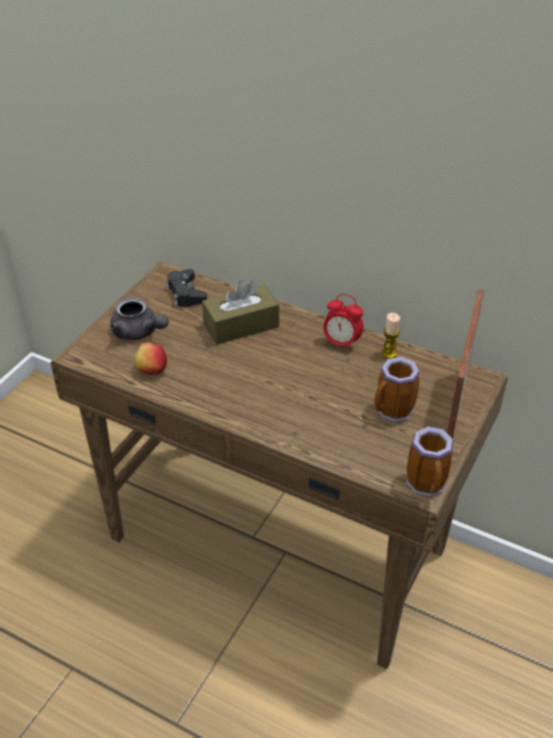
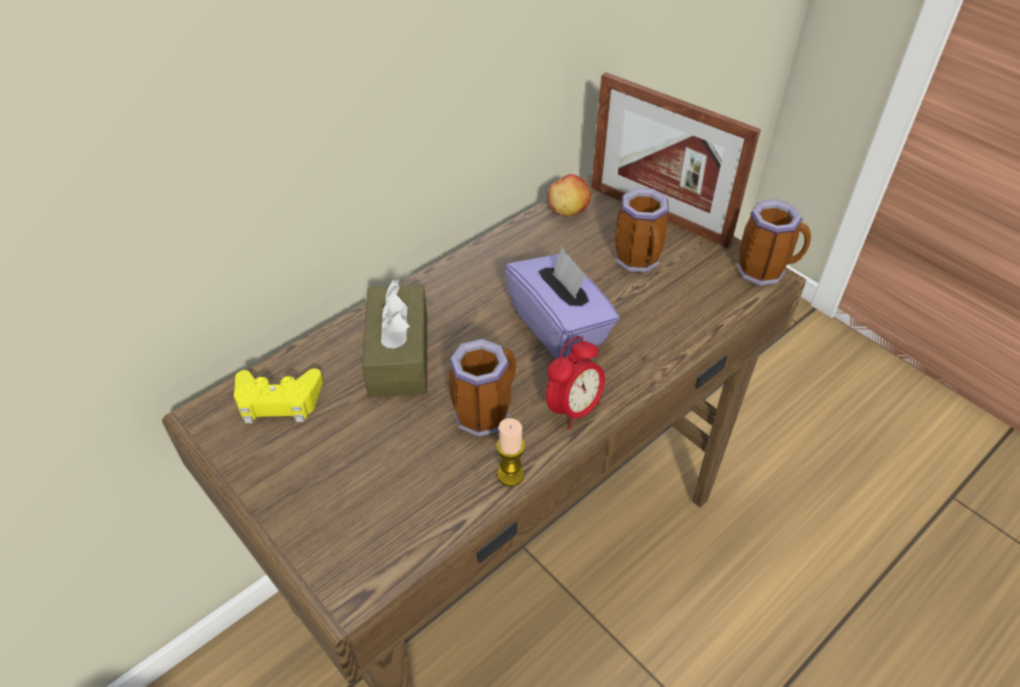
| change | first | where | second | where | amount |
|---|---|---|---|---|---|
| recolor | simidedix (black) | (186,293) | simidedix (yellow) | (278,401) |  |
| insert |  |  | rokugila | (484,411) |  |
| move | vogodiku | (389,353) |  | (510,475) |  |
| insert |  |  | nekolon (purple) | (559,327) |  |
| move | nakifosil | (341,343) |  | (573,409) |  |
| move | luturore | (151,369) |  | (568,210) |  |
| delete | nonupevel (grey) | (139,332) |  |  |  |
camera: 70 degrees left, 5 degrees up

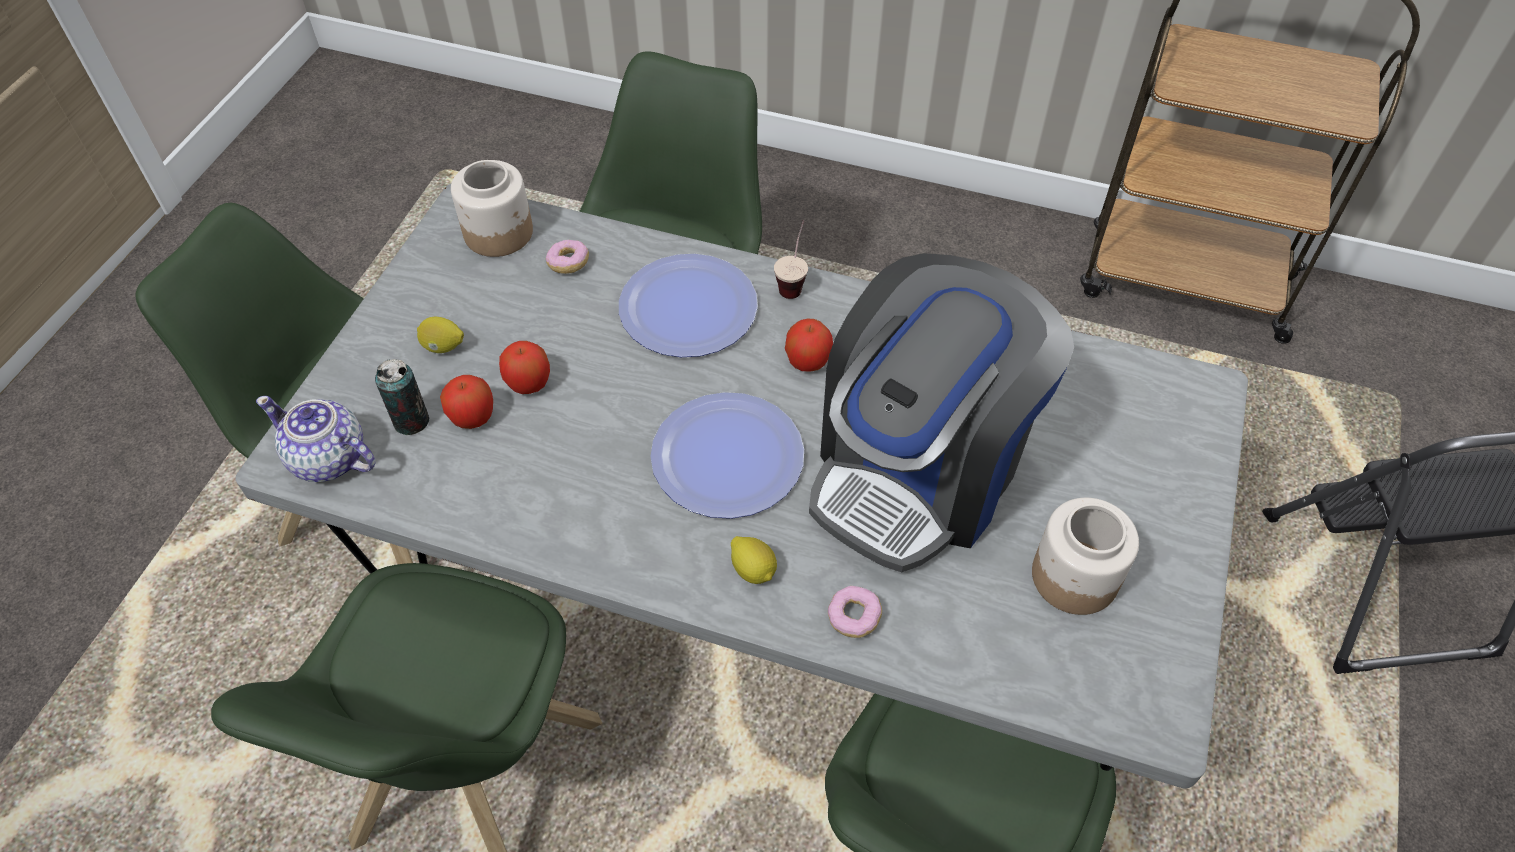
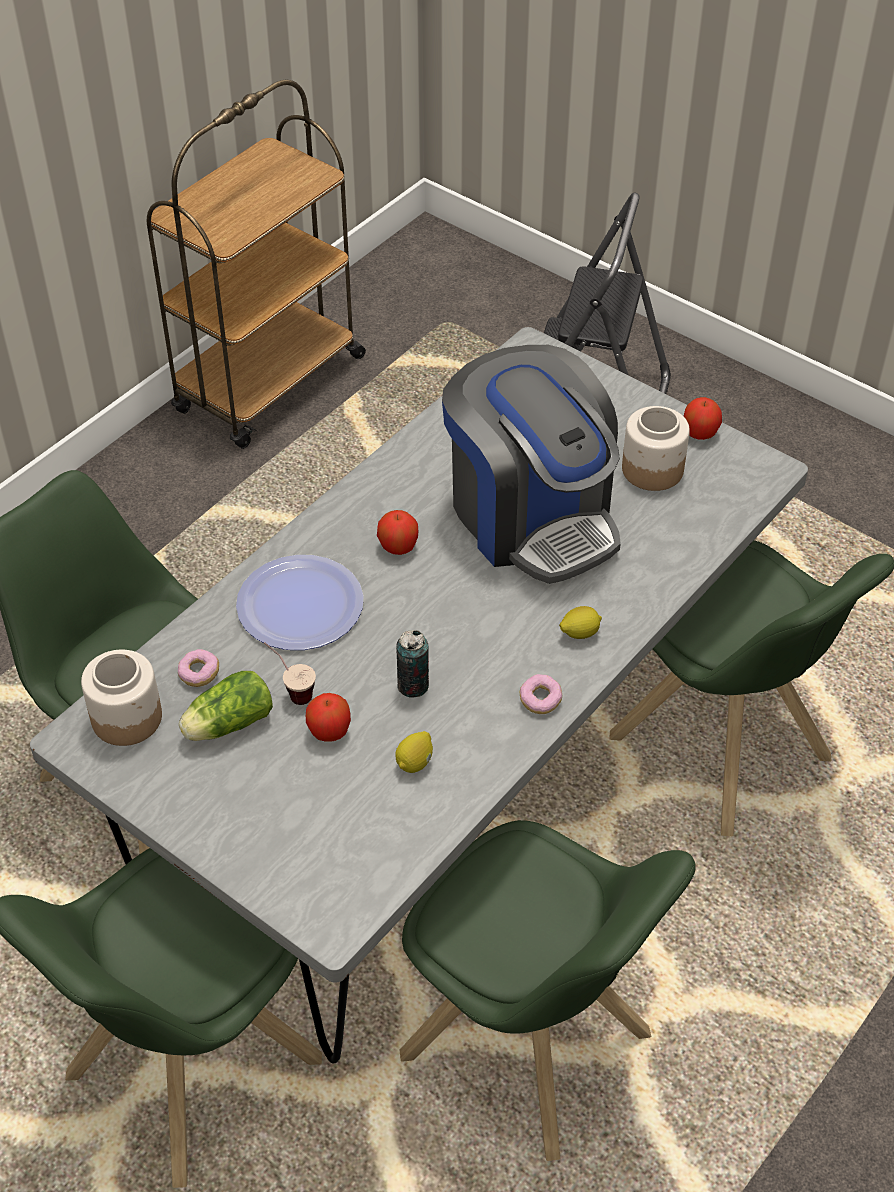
| change | first | where | second | where | amount |
|---|---|---|---|---|---|
| insert |  |  | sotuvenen | (226,725) |  |
| move | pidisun | (793,281) |  | (291,690) |  |
| move | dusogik | (443,347) |  | (415,762) |  |
| move | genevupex | (411,421) |  | (413,685) |  |
| move | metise | (853,617) |  | (540,700) |  |
| move | luturore | (472,417) |  | (700,433) |  |
| delete | nonupevel | (329,459) |  |  |  |
| delete | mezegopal | (728,457) |  |  |  |
camera: 70 degrees left, 5 degrees down

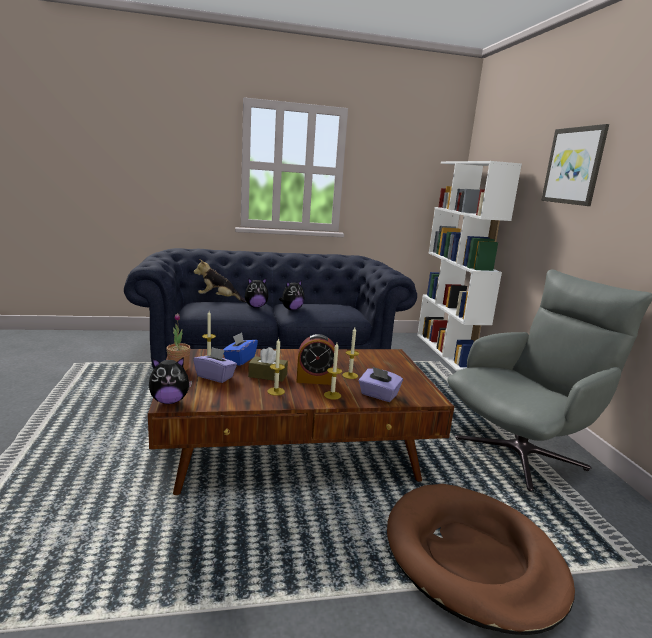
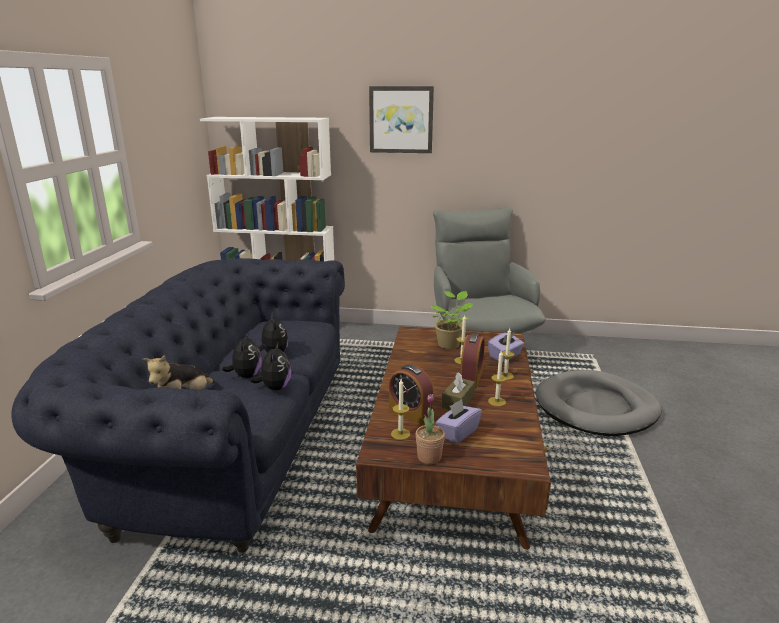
| change | first | where | second | where | amount |
|---|---|---|---|---|---|
| move | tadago | (169,401) |  | (275,387) |  |
| replace | nekolon (blue) | (239,360) | nakifosil | (410,413) |  |
| insert |  |  | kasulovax | (449,344) |  |
| recolor | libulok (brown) | (472,558) | libulok (grey) | (596,407) |  |
camera: 70 degrees left, 5 degrees up

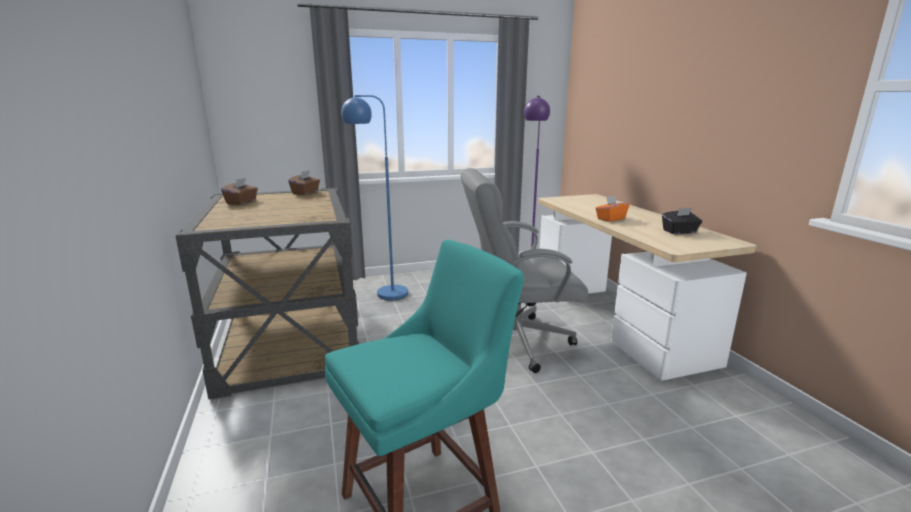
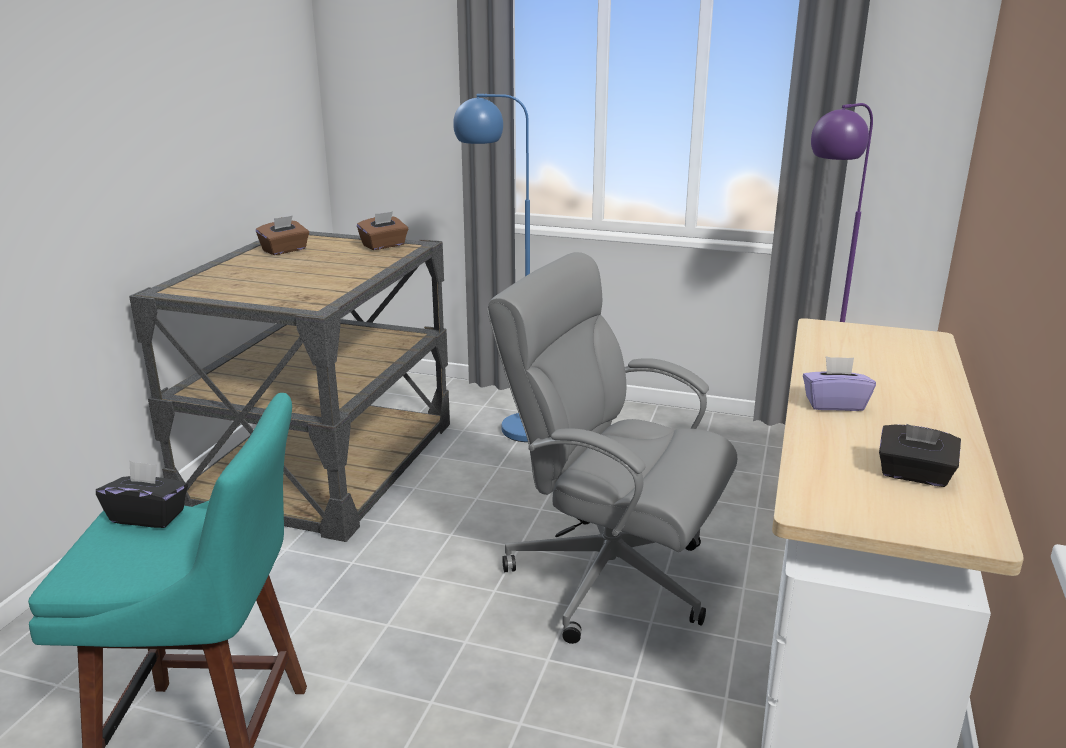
| change | first | where | second | where | amount |
|---|---|---|---|---|---|
| insert |  |  | nekolon (black) | (148,516) |  |
| recolor | nekolon (orange) | (610,219) | nekolon (purple) | (834,404) |  |
camera: 35 degrees right, 5 degrees up

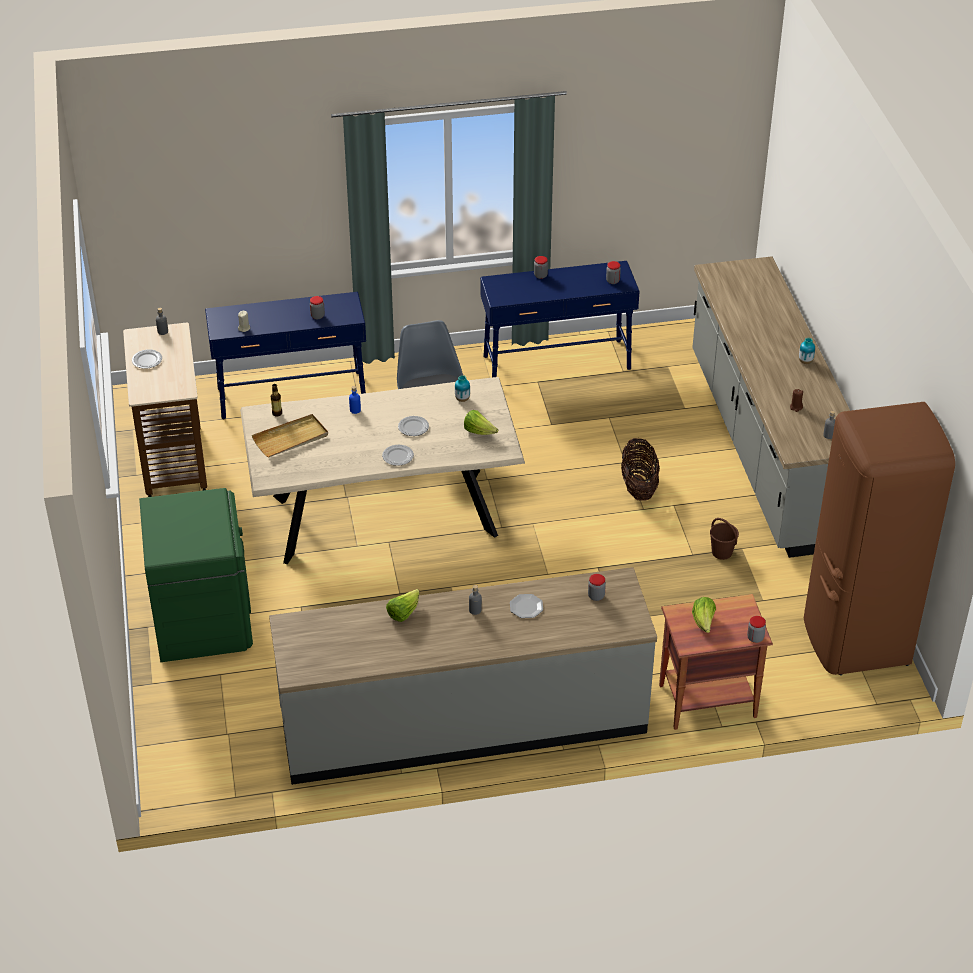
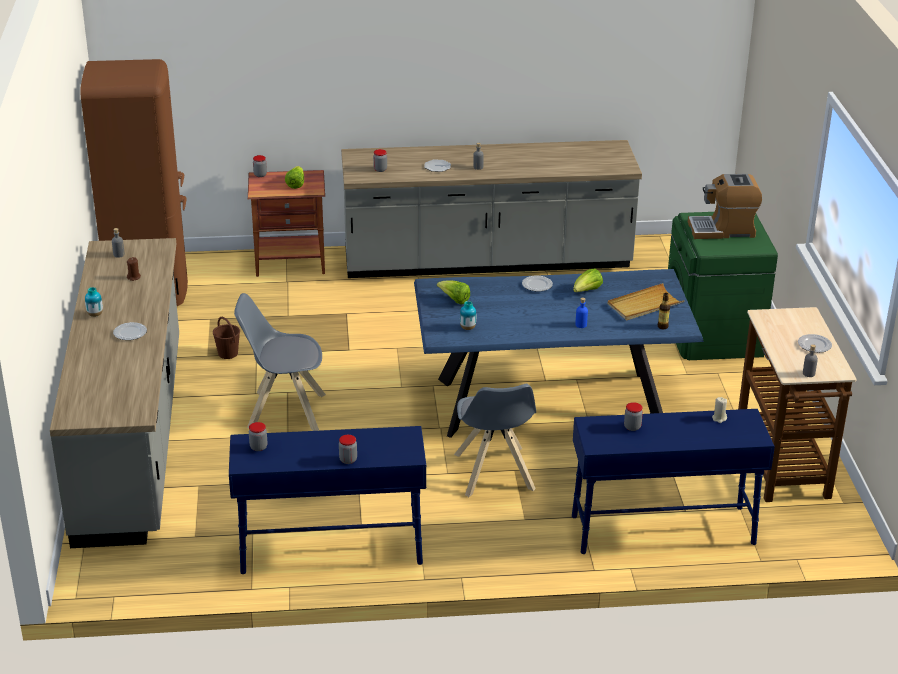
| change | first | where | second | where | amount |
|---|---|---|---|---|---|
| move | mezegopal | (413,427) |  | (130,333) |  |
| replace | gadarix | (639,487) | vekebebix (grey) | (284,411) |  |
| recolor | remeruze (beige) | (384,515) | remeruze (blue) | (549,402) |  |
| move | sotuvenen | (403,613) |  | (587,291) |  |
| insert |  |  | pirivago | (722,230) |  |
camera: 175 degrees left, 10 degrees down

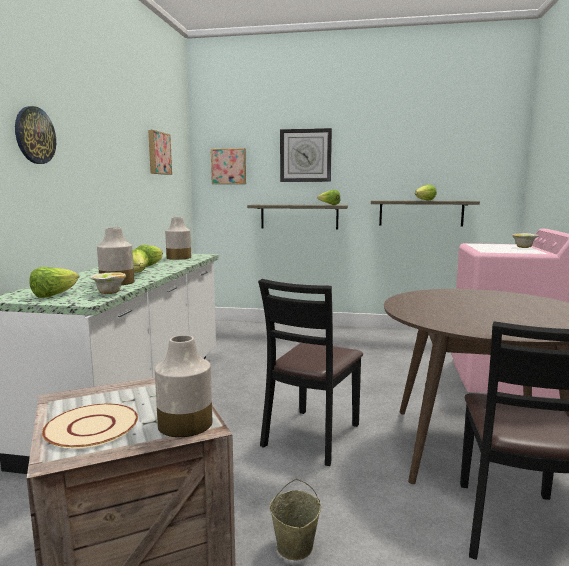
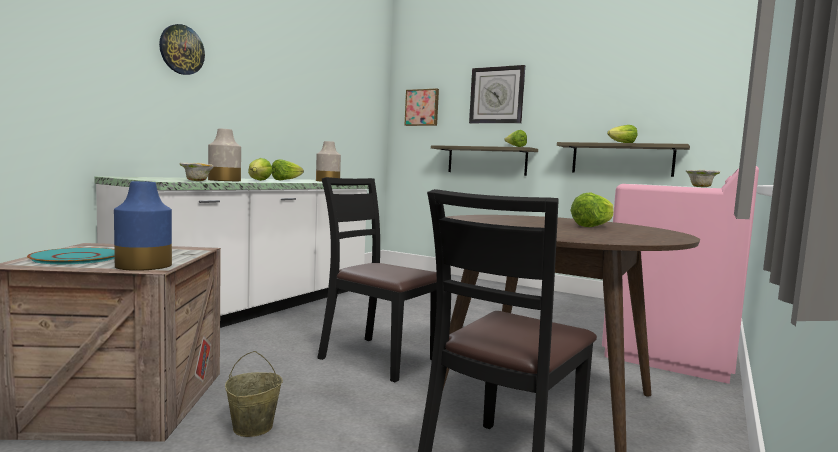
| change | first | where | second | where | amount |
|---|---|---|---|---|---|
| recolor | mezegopal (beige) | (92,427) | mezegopal (turquoise) | (77,257) |  |
| recolor | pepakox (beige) | (185,424) | pepakox (blue) | (143,265) |  |
| rotate | vekebebix (black) | (311,436) |  | (377,358) | 75 degrees clockwise |
| move | sotuvenen | (54,295) |  | (593,226) |  |
| delete | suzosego | (158,153) |  |  |  |
camera: 20 degrees right, 5 degrees down

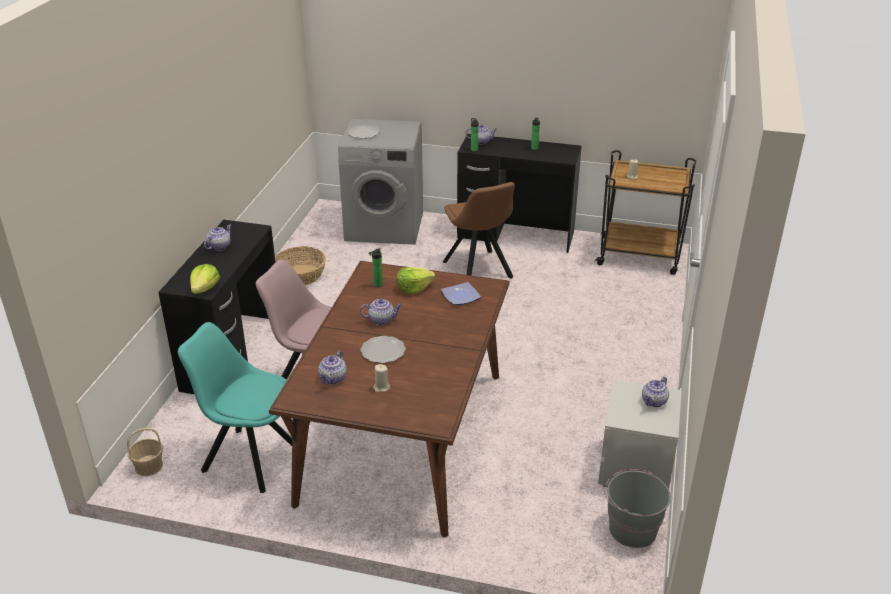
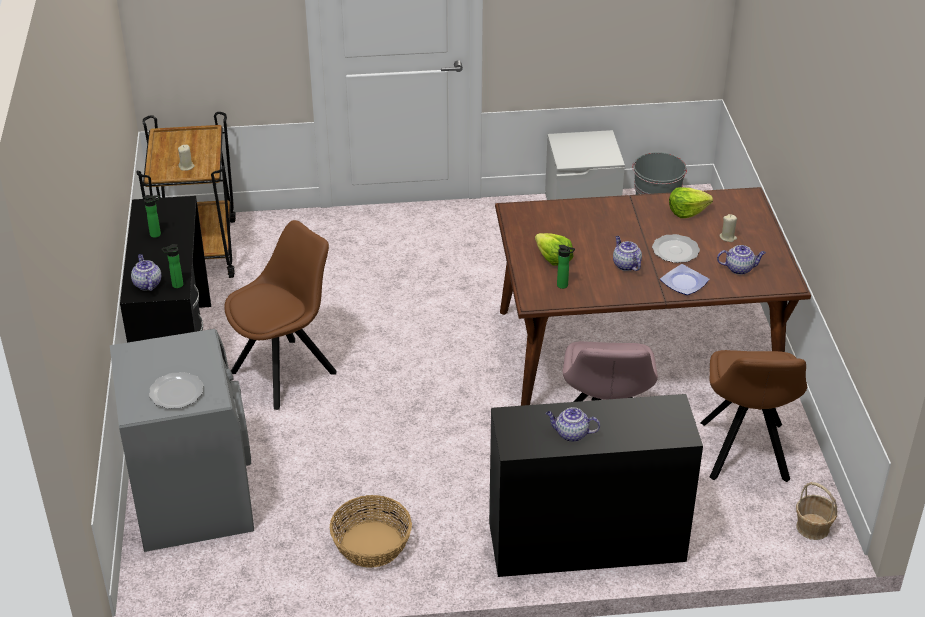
| change | first | where | second | where | amount |
|---|---|---|---|---|---|
| move | mezegopal | (460,296) |  | (684,283) |  |
| move | sotuvenen | (205,289) |  | (687,211) |  |
| recolor | vekebebix (turquoise) | (249,459) | vekebebix (brown) | (745,452) |  |
| delete | nonupevel | (654,402) |  |  |  |
camera: 110 degrees left, 5 degrees up

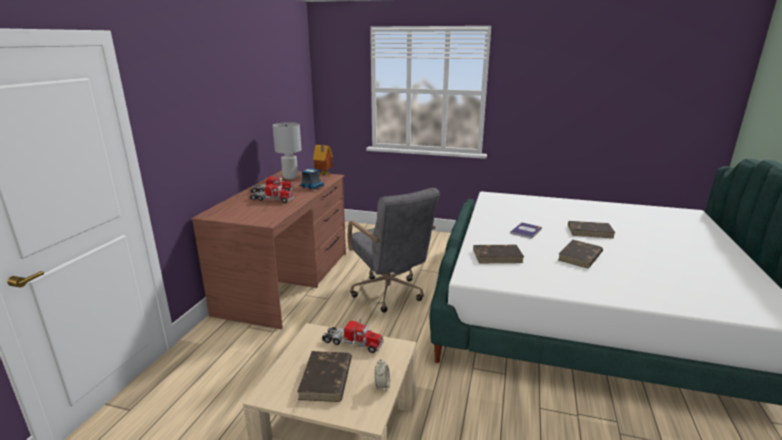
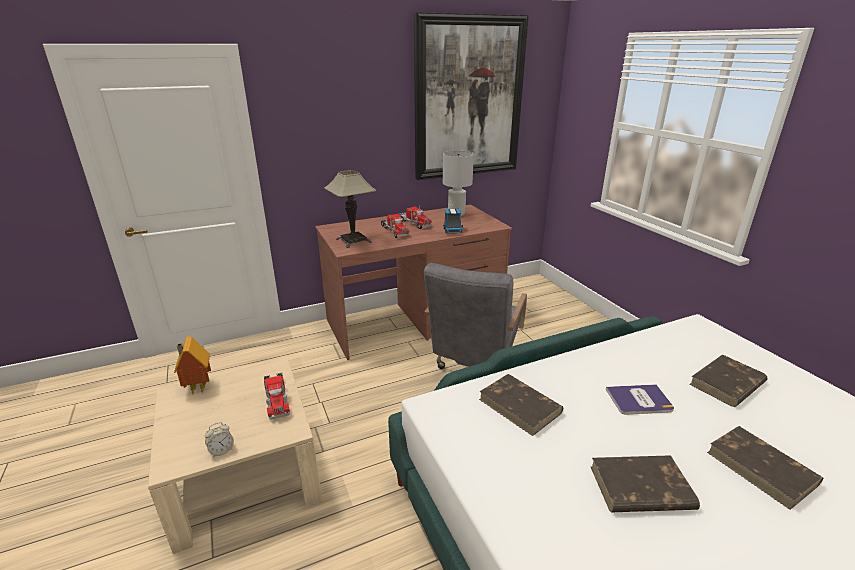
| change | first | where | second | where | amount |
|---|---|---|---|---|---|
| move | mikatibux | (323,175) |  | (197,388) |  |
| insert |  |  | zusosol | (354,240) |  |
| insert |  |  | suzosego | (468,99) |  |
| move | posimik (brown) | (326,379) |  | (727,384) |  |
camera: 50 degrees right, 5 degrees up

